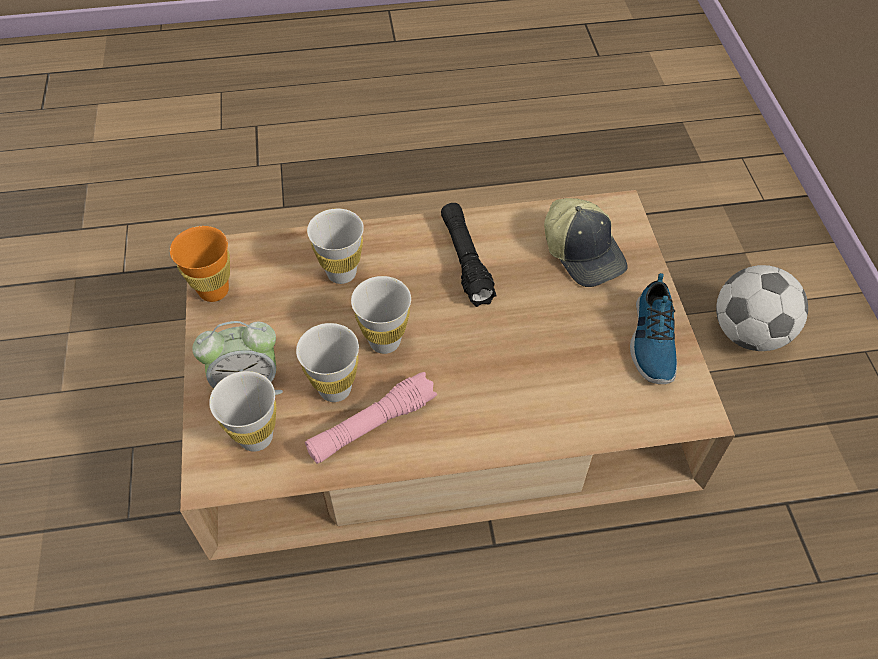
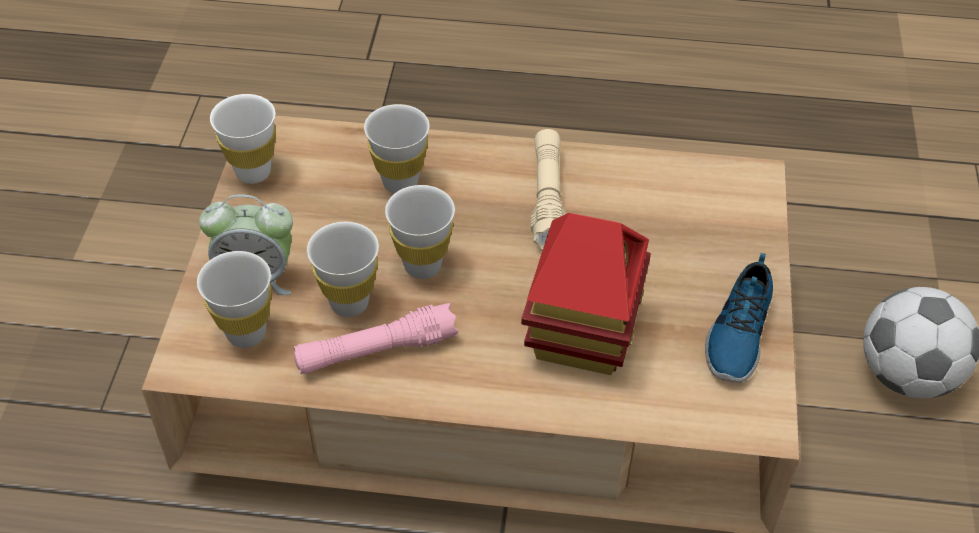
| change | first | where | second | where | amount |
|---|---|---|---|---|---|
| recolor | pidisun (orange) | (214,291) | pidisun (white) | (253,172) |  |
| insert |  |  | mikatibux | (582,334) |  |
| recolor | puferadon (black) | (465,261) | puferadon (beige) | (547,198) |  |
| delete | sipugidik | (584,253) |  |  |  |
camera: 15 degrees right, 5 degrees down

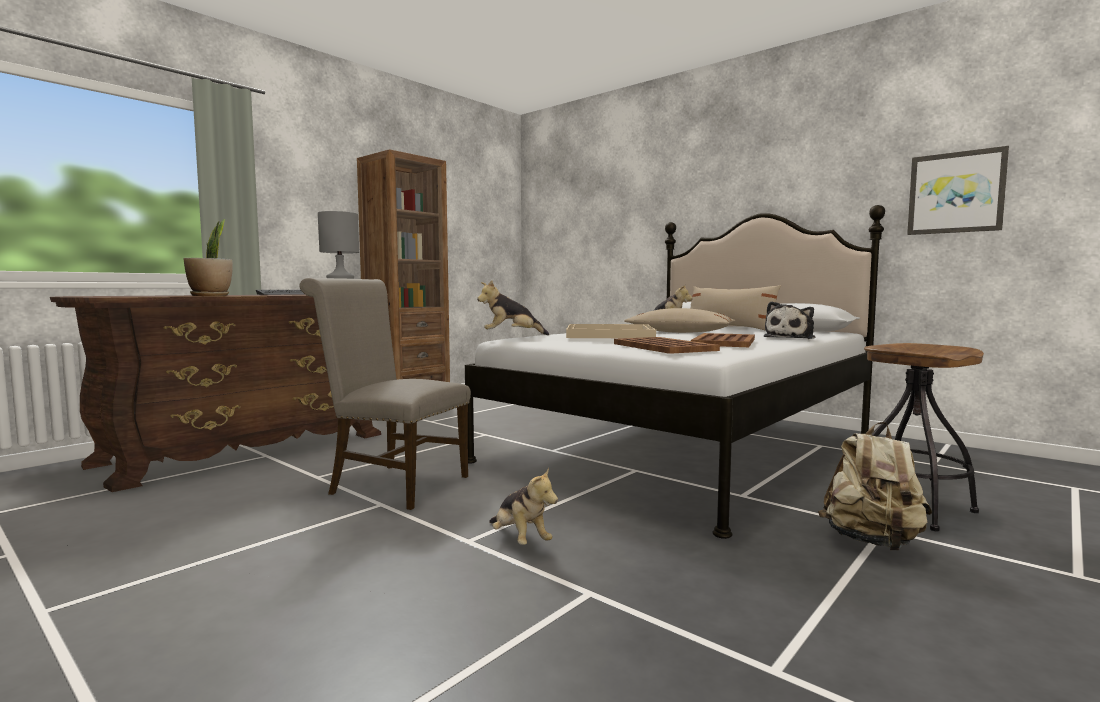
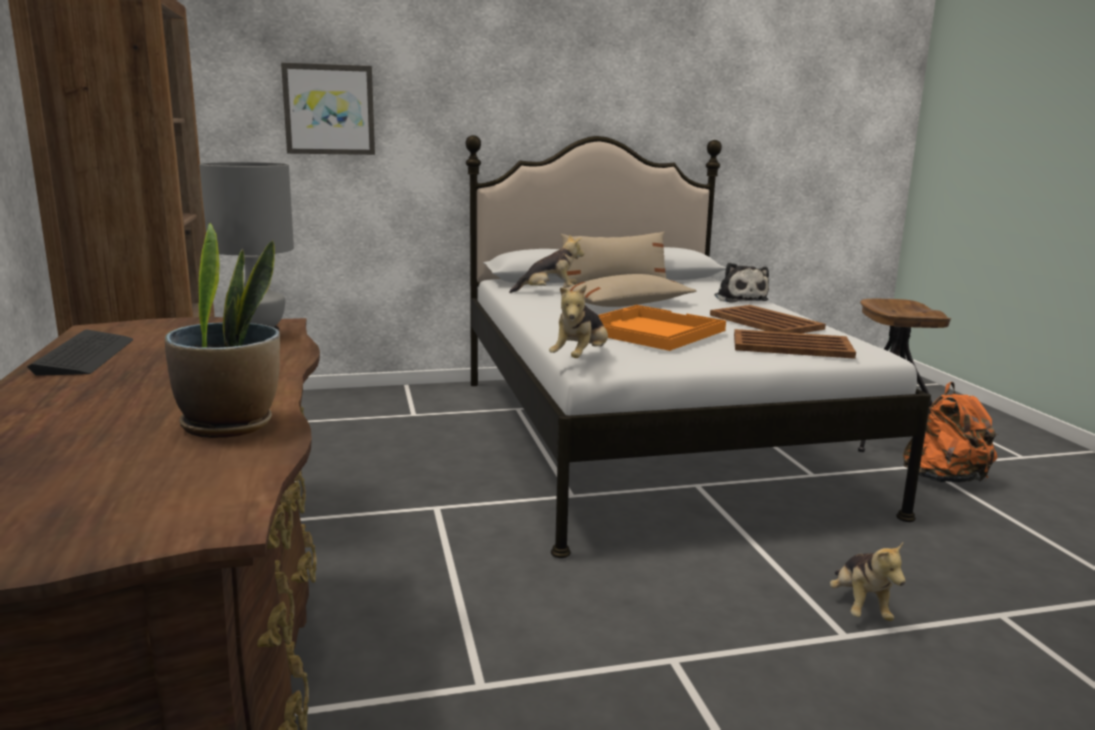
| change | first | where | second | where | amount |
|---|---|---|---|---|---|
| move | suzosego | (956,193) |  | (329,109) |  |
| recolor | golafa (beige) | (608,334) | golafa (orange) | (649,331) |  |
| rotate | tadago | (520,540) |  | (860,607) | 90 degrees clockwise |
| recolor | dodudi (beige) | (872,542) | dodudi (orange) | (945,479) |  |
| delete | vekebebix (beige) | (392,484) |  |  |  |
camera: 55 degrees left, 10 degrees up

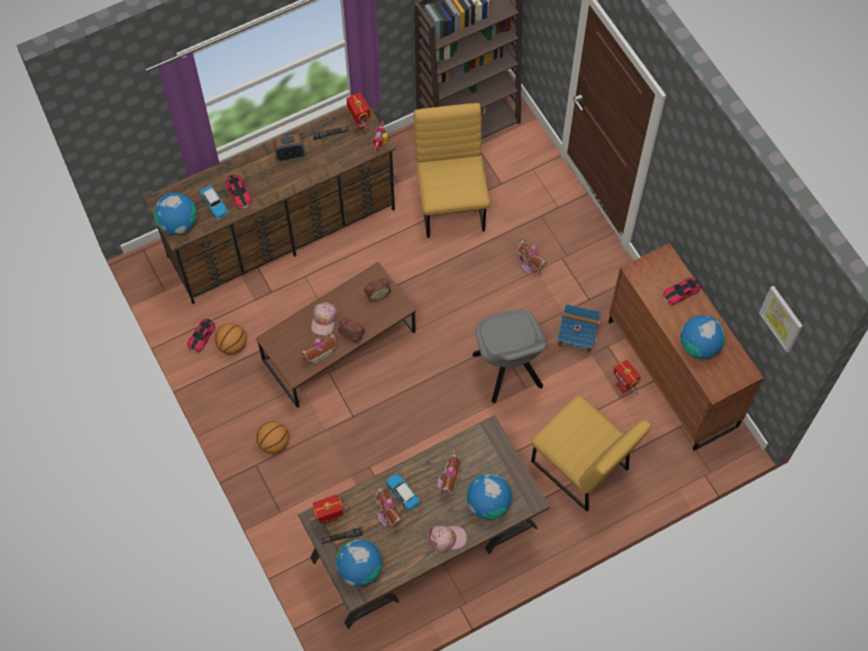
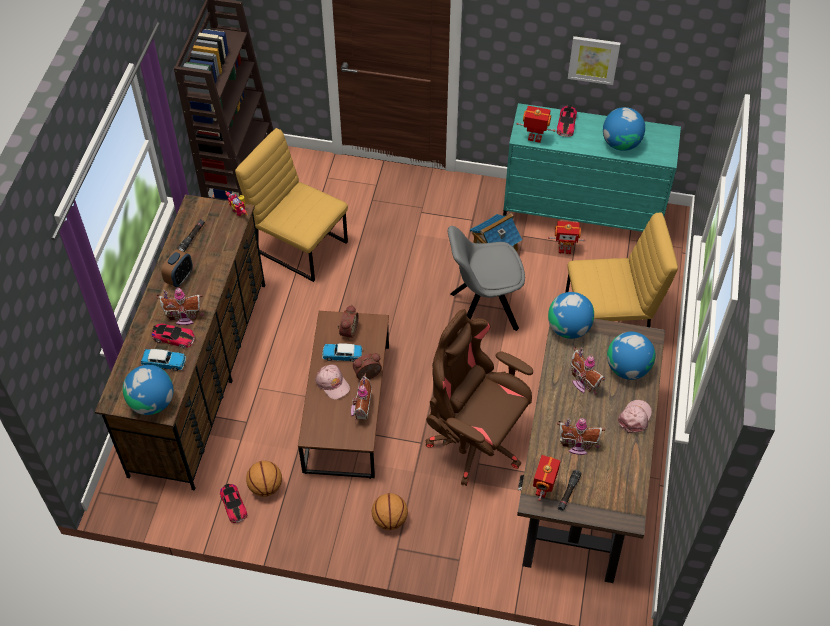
| change | first | where | second | where | amount |
|---|---|---|---|---|---|
| move | mikatibux | (529,265) |  | (184,317) |  |
| move | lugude | (402,493) |  | (342,355) |  |
| insert |  |  | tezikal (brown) | (477,443) |  |
| rotate | vekebebix (grey) | (508,371) |  | (483,310) | 150 degrees clockwise |
| recolor | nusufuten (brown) | (673,373) | nusufuten (turquoise) | (582,213) |  |
| move | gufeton | (359,123) |  | (534,139) |  |
| move | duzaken | (360,569) |  | (568,328) |  |
| move | suzosego | (782,318) |  | (593,59) |  |
camera: 50 degrees left, 10 degrees down

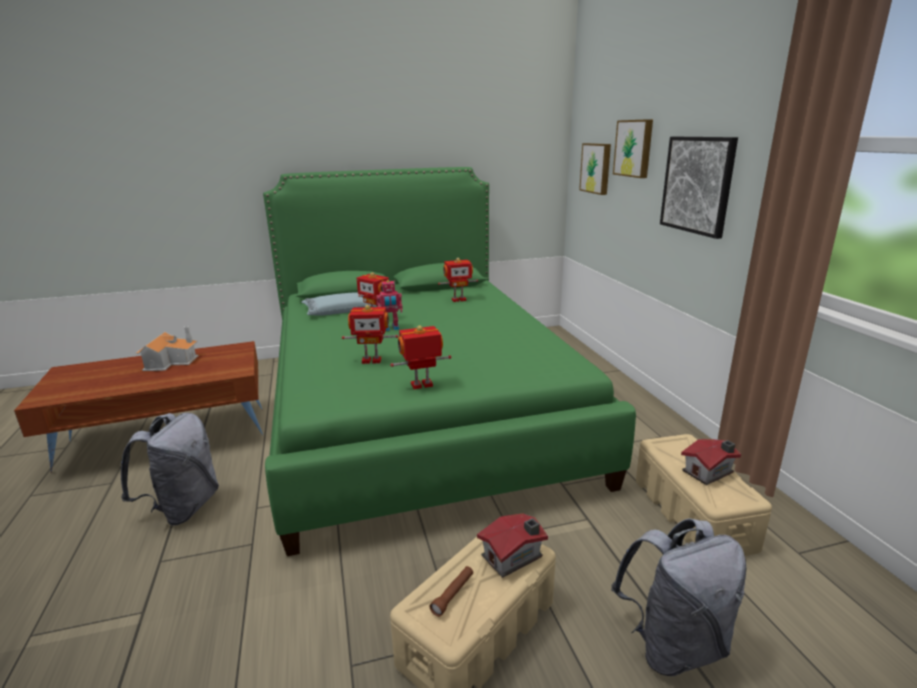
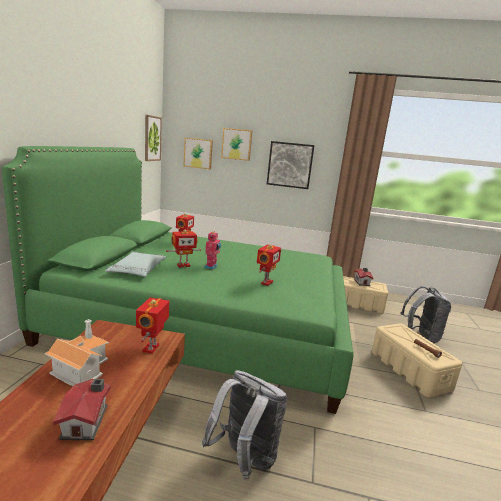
| change | first | where | second | where | amount |
|---|---|---|---|---|---|
| move | mikatibux | (514,557) |  | (87,421) |  |
| move | gufeton | (422,385) |  | (152,348) |  |
| insert |  |  | suzosego | (152,138) |  |
camera: 65 degrees left, 5 degrees down

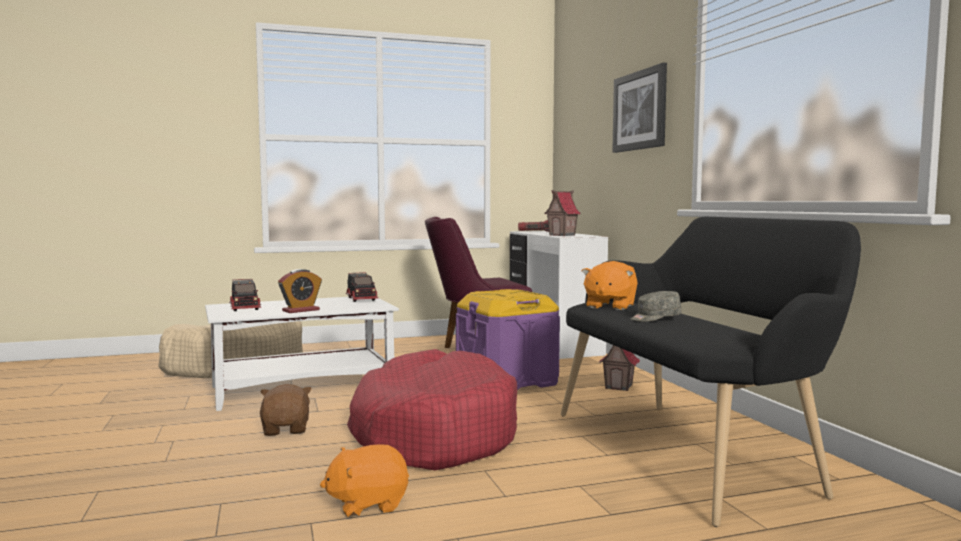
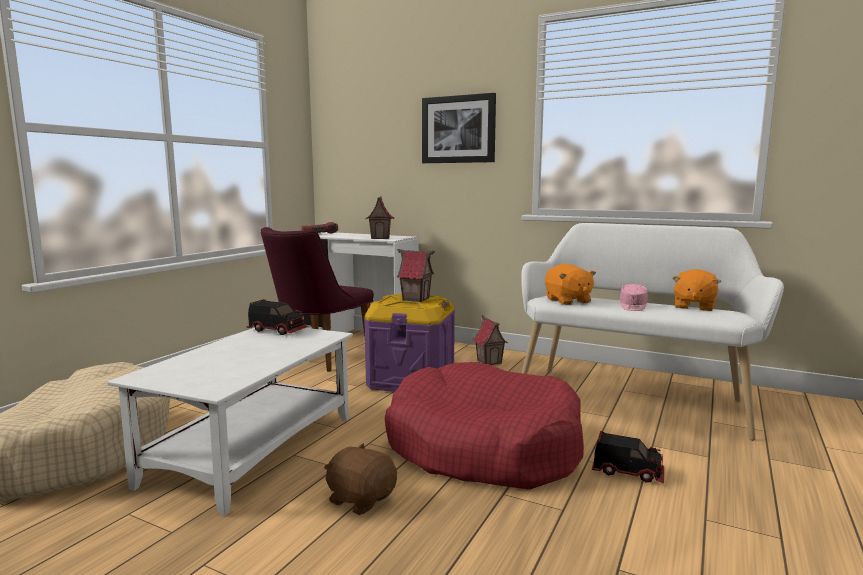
| change | first | where | second | where | amount |
|---|---|---|---|---|---|
| insert |  |  | mikatibux | (416,299) |  |
| recolor | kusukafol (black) | (690,451) | kusukafol (white) | (633,397) |  |
| move | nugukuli | (245,308) |  | (627,472) |  |
| recolor | sipugidik (grey) | (654,318) | sipugidik (pink) | (633,306) |  |
| move | tadago (orange) | (368,504) |  | (693,307) |  |
| delete | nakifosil | (301,310) |  |  |  |
camera: 45 degrees left, 5 degrees up

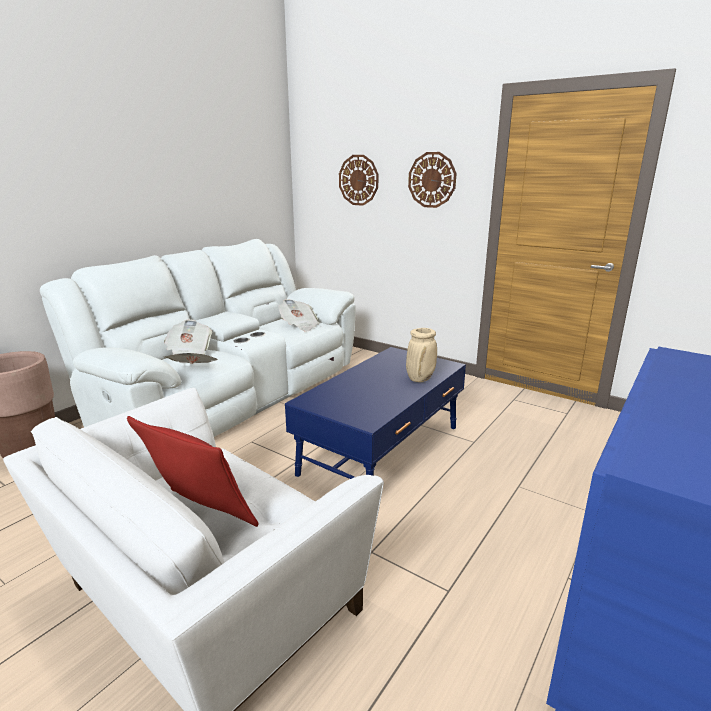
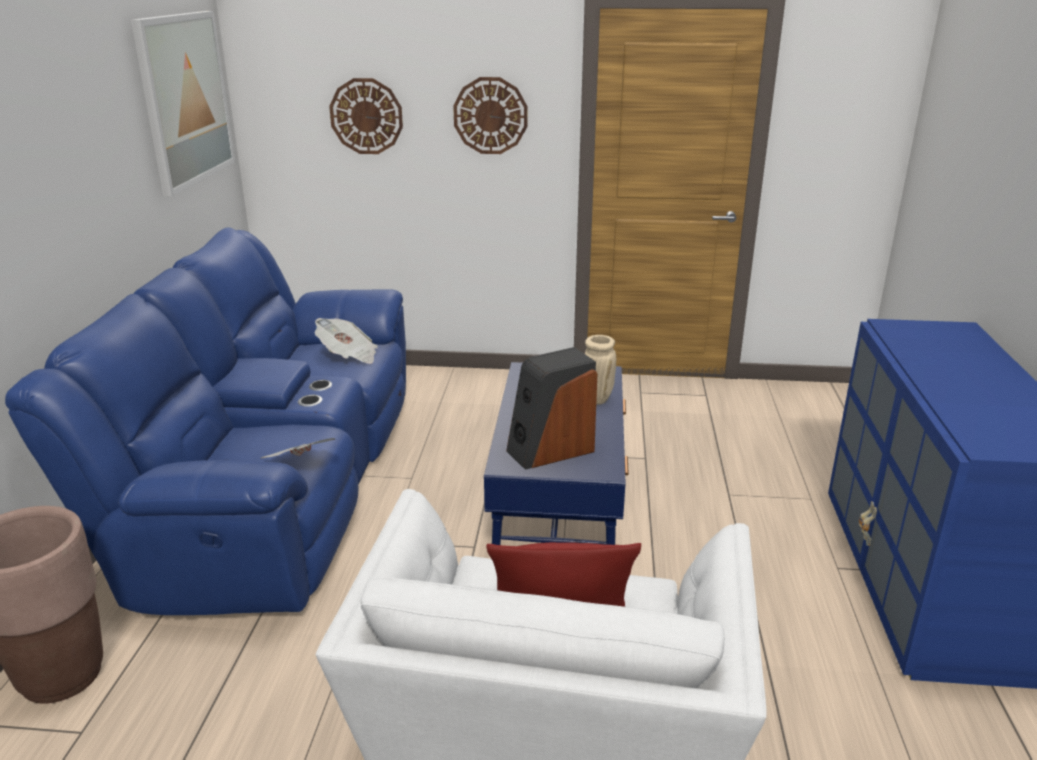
| change | first | where | second | where | amount |
|---|---|---|---|---|---|
| recolor | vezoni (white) | (231,393) | vezoni (blue) | (274,482) |  |
| insert |  |  | suzosego | (185,99) |  |
| insert |  |  | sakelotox | (550,450) |  |
| delete | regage | (189,352) |  |  |  |
camera: 30 degrees left, 5 degrees up

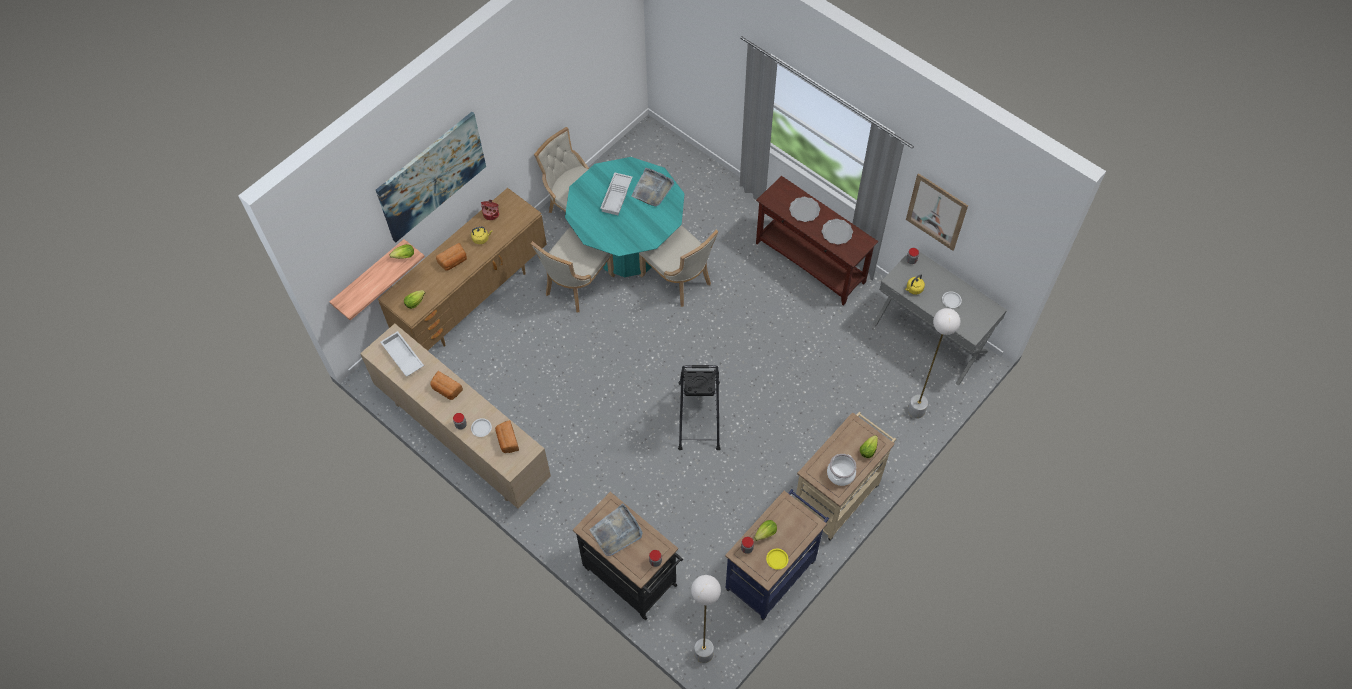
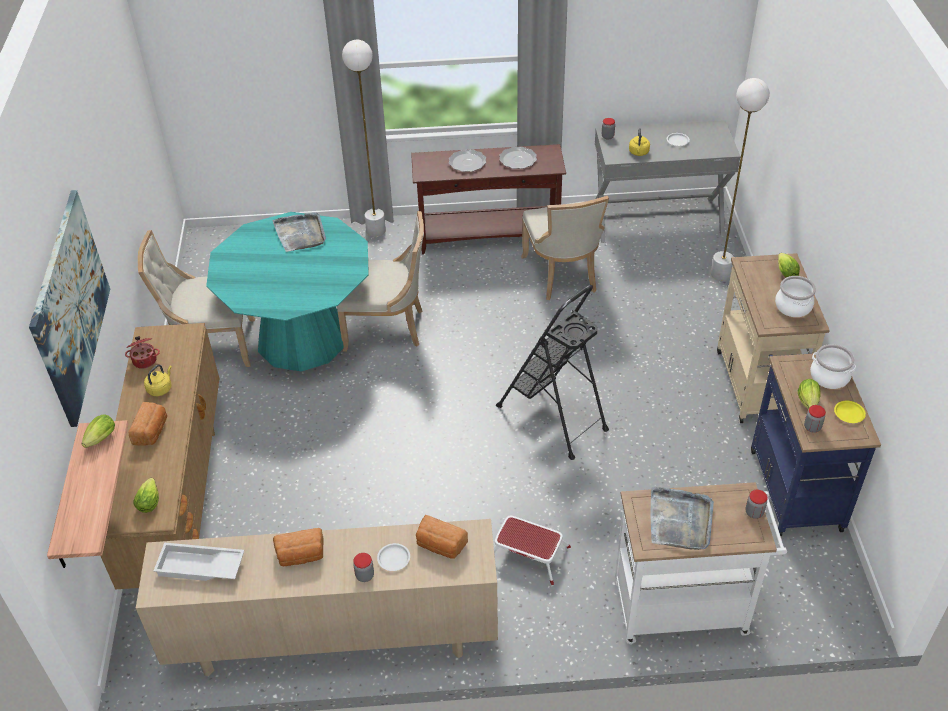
| change | first | where | second | where | amount |
|---|---|---|---|---|---|
| move | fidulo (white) | (703,653) |  | (376,230) |  |
| insert |  |  | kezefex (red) | (528,554) |  |
| move | vekebebix (beige) | (576,285) |  | (562,275) |  |
| recolor | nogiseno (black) | (632,578) | nogiseno (white) | (684,609) |  |
| insert |  |  | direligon | (829,376) |  |
| delete | golafa (white) | (617,196) |  |  |  |
| delete | suzosego | (936,212) |  |  |  |
camera: 45 degrees left, 15 degrees down

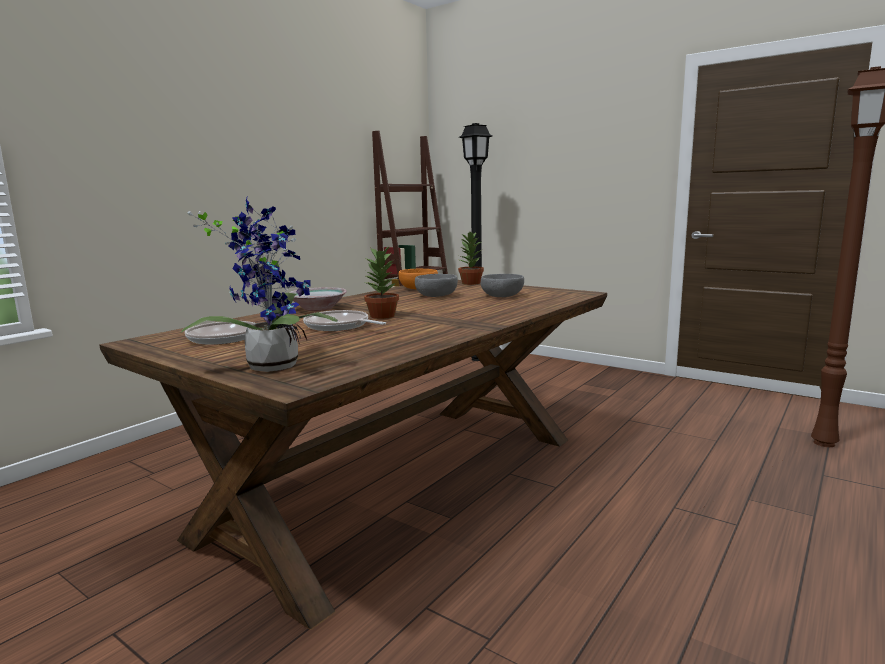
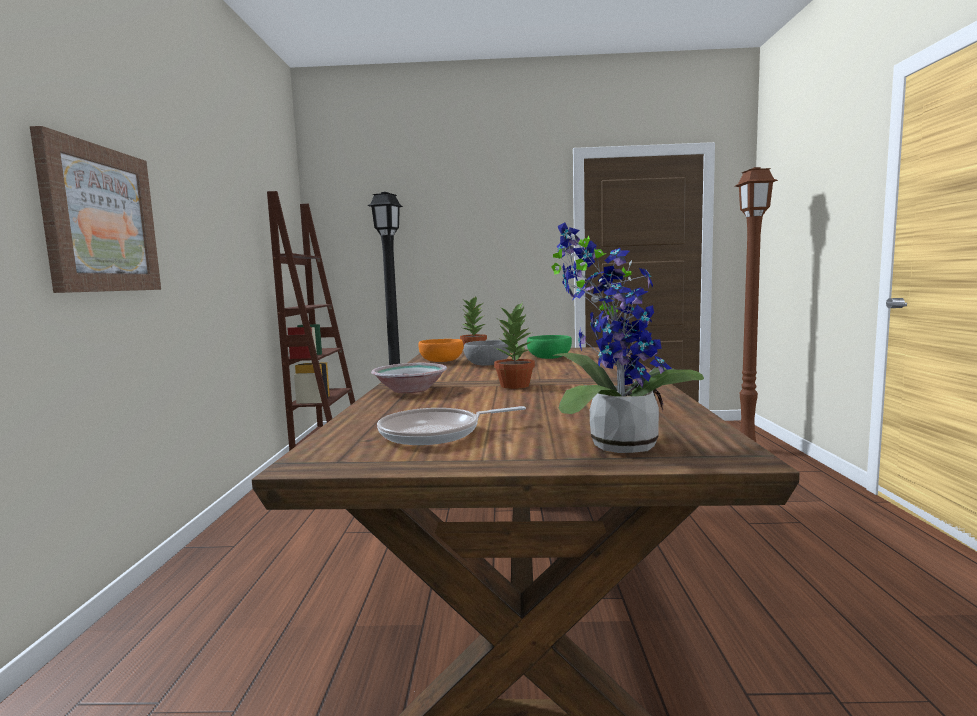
| change | first | where | second | where | amount |
|---|---|---|---|---|---|
| insert |  |  | suzosego | (99,219) |  |
| recolor | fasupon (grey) | (502,296) | fasupon (green) | (549,357) |  |
| delete | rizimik | (339,326) |  |  |  |
camera: 35 degrees left, 5 degrees down

